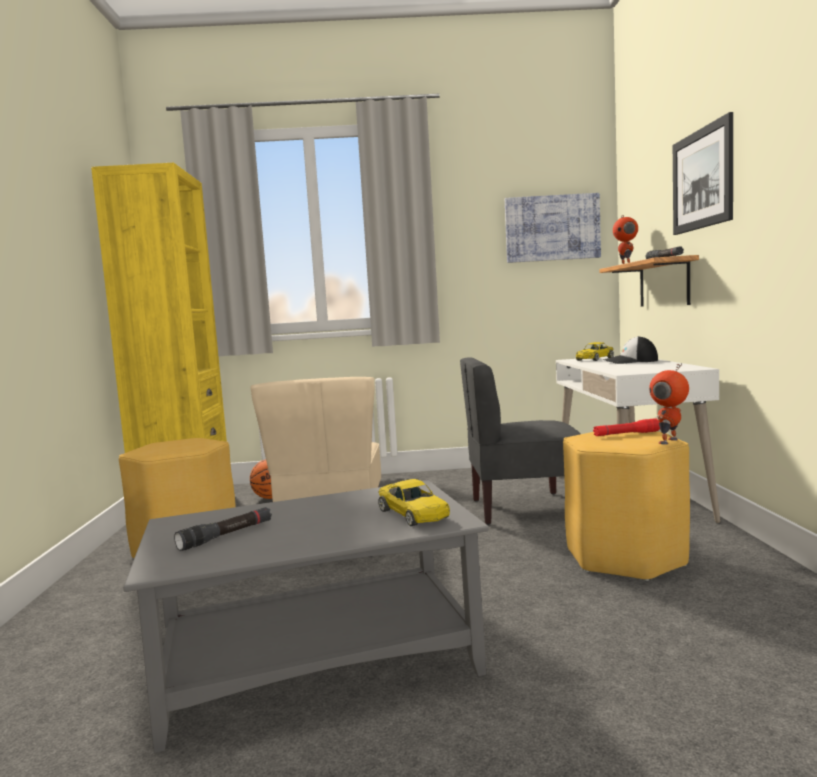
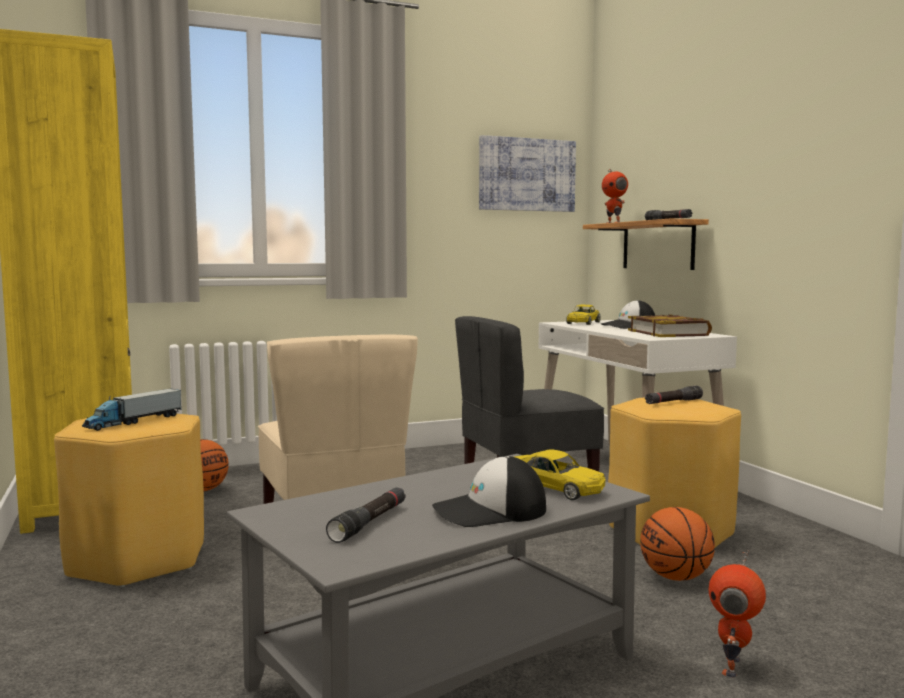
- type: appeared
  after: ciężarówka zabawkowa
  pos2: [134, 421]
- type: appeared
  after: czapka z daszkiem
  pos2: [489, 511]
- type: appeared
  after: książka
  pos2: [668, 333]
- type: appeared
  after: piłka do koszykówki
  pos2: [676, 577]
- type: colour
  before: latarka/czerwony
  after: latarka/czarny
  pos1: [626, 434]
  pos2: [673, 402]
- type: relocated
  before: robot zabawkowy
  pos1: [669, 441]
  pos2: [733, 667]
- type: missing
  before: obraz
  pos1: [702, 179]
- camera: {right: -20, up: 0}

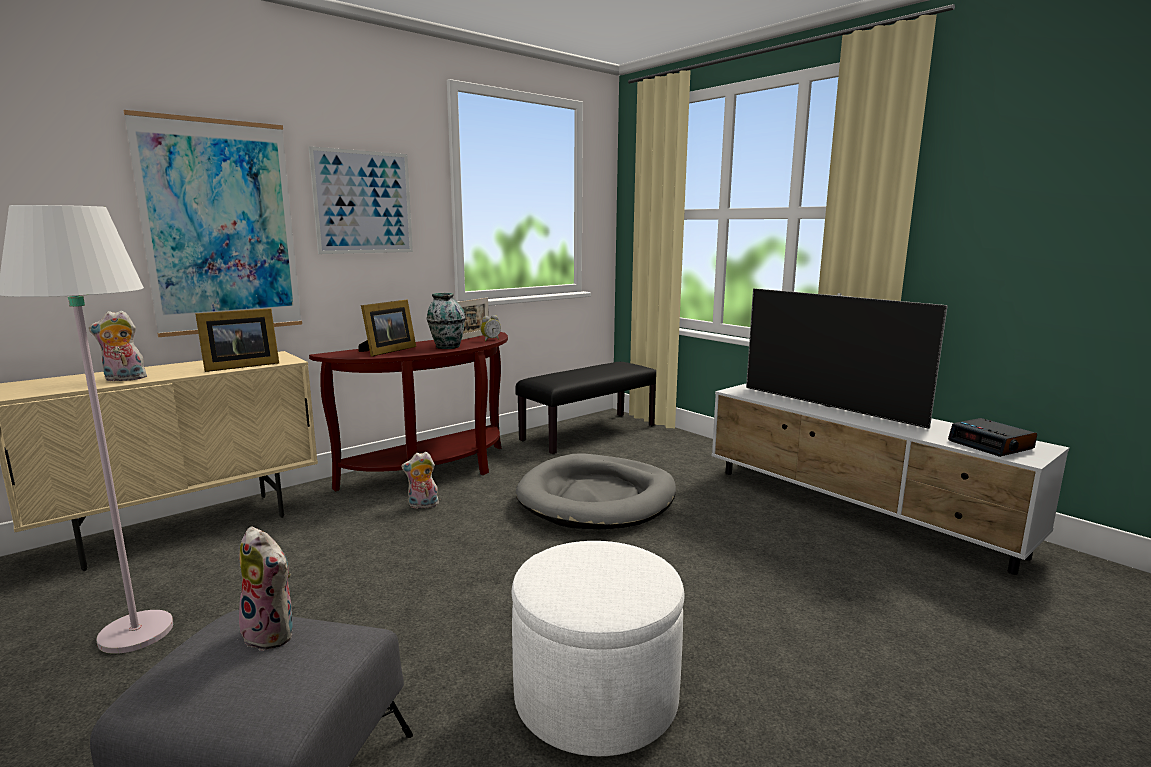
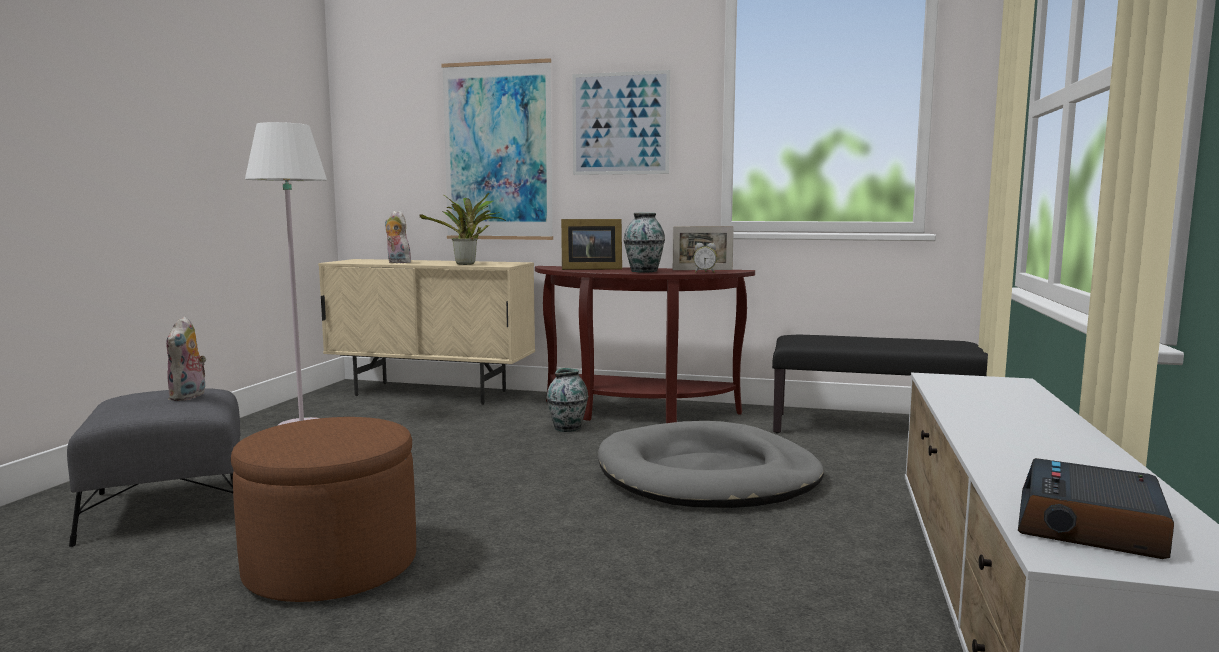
- type: colour
  before: pufa/biały
  after: pufa/brązowy
  pos1: [596, 697]
  pos2: [331, 566]
- type: exchanged
  before: ramka na zdjęcie
  after: roślina doniczkowa
  pos1: [238, 366]
  pos2: [467, 264]
- type: exchanged
  before: pluszak
  after: wazon
  pos1: [422, 506]
  pos2: [568, 428]
- type: missing
  before: telewizor
  pos1: [828, 406]
- camera: {right: 55, up: -5}

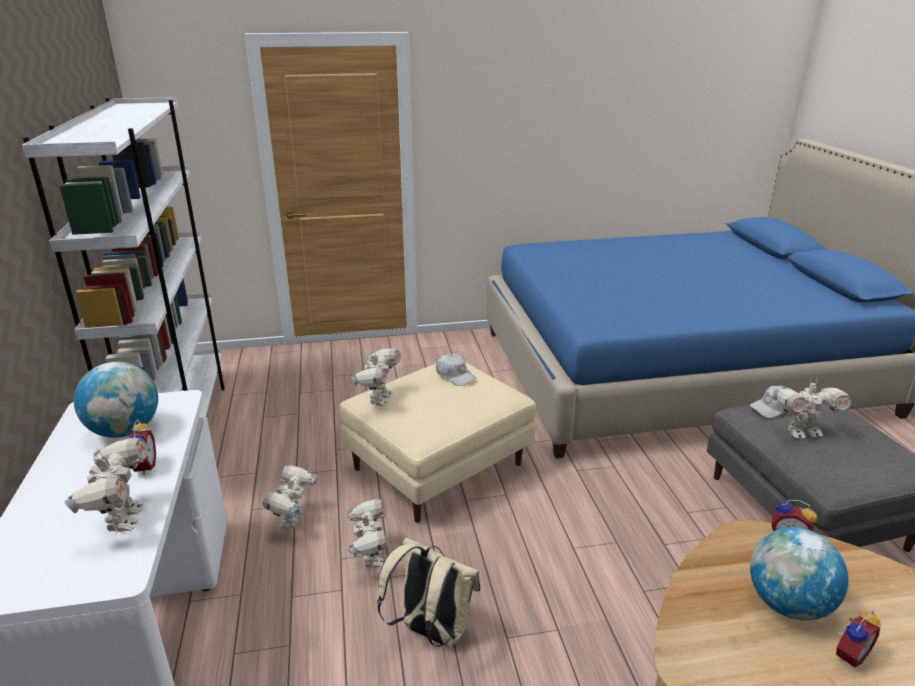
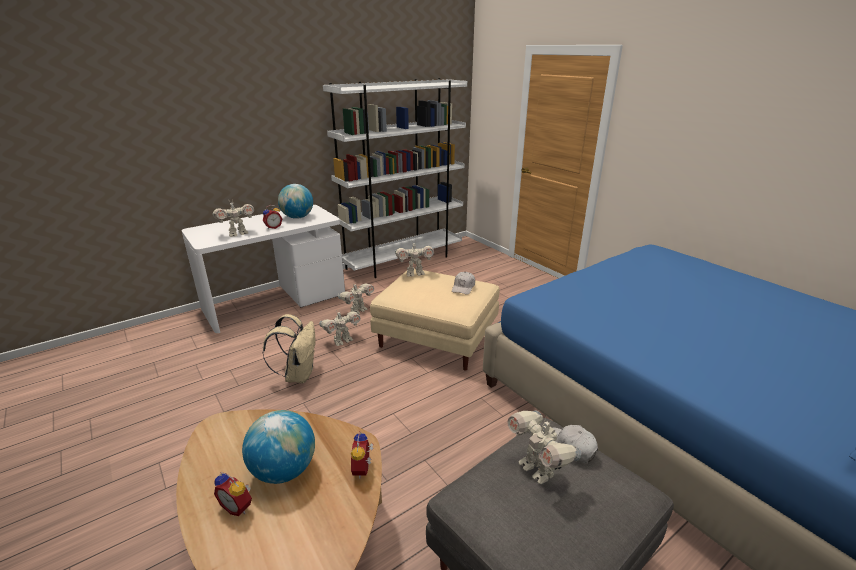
- type: spun
  before: robot zabawkowy
  pos1: [294, 520]
  pos2: [357, 311]
  turn: 150
- camera: {right: 65, up: 0}

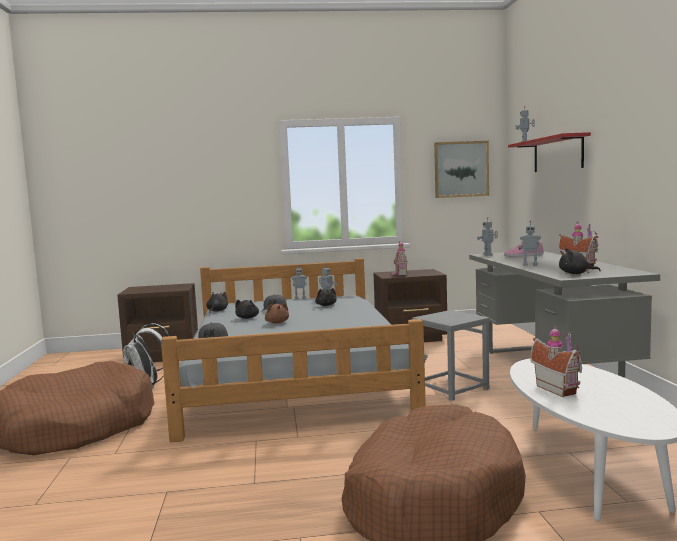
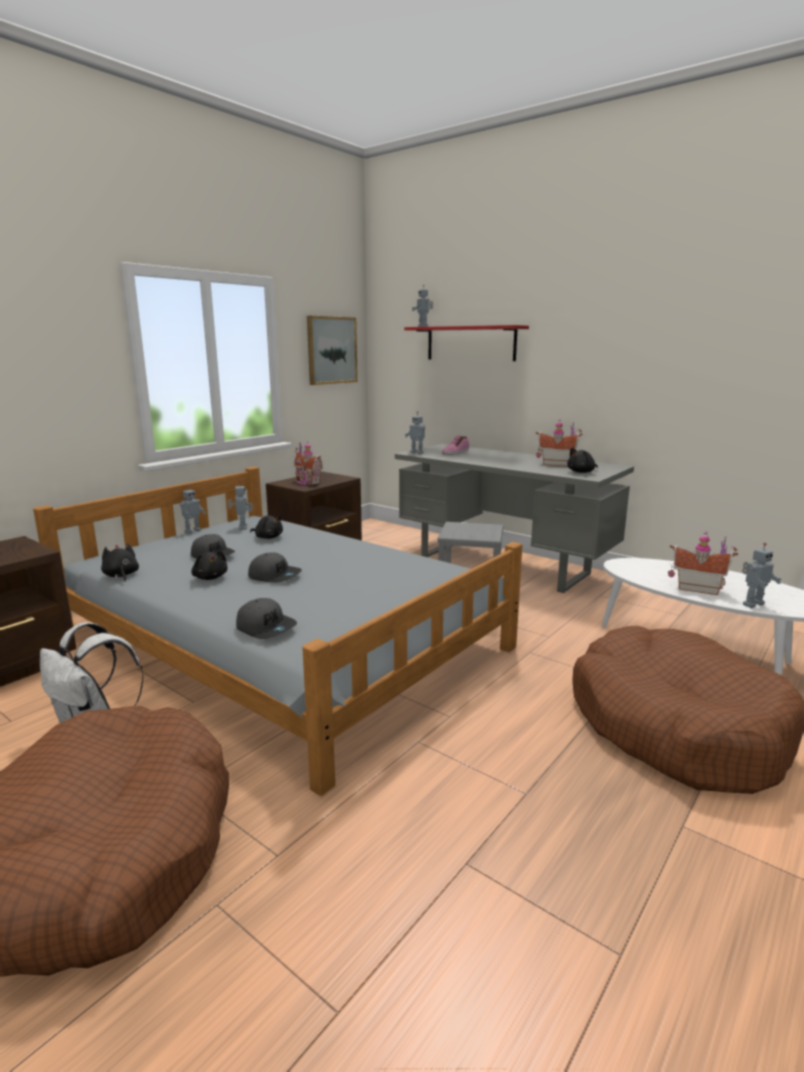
- type: exchanged
  before: pluszak/brązowy
  after: czapka z daszkiem/szary
  pos1: [277, 322]
  pos2: [275, 576]
- type: relocated
  before: robot zabawkowy
  pos1: [530, 264]
  pos2: [752, 604]
- camera: {right: -45, up: 10}

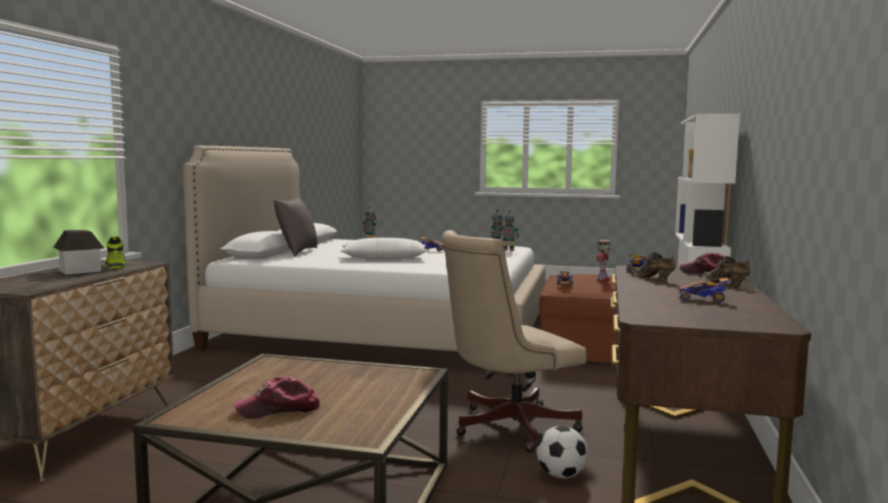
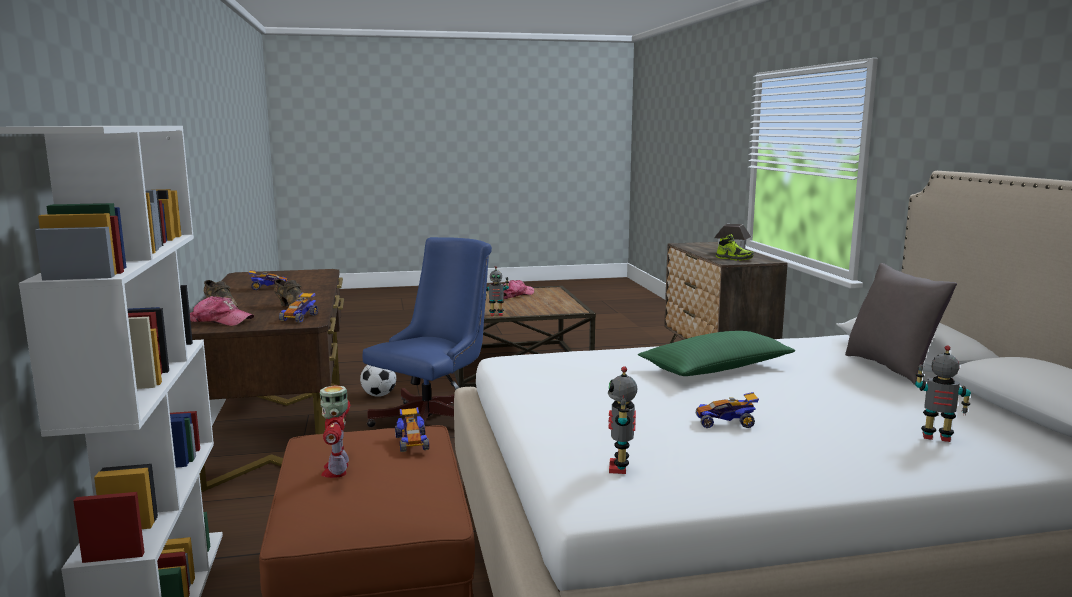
- type: colour
  before: krzesło biurowe/beżowy
  after: krzesło biurowe/niebieski
  pos1: [506, 427]
  pos2: [435, 419]
- type: relocated
  before: robot zabawkowy
  pos1: [508, 250]
  pos2: [496, 314]
- type: colour
  before: poduszka/biały
  after: poduszka/zielony
  pos1: [384, 258]
  pos2: [716, 369]
- camera: {right: 155, up: 5}

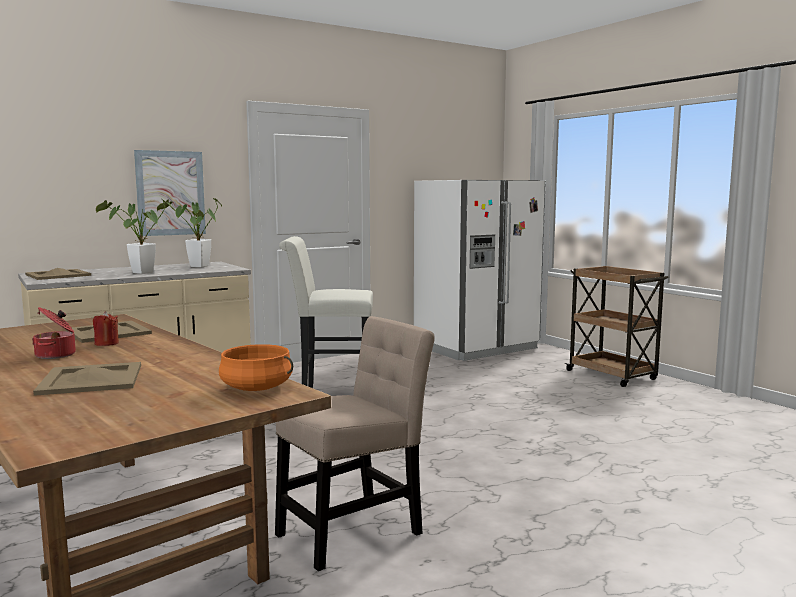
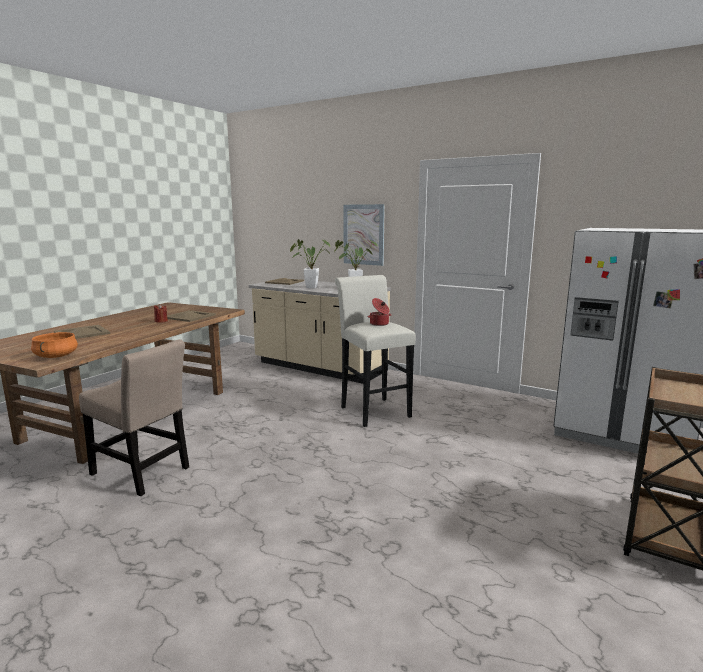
- type: relocated
  before: garnek
  pos1: [57, 355]
  pos2: [379, 324]
- camera: {right: 65, up: 5}

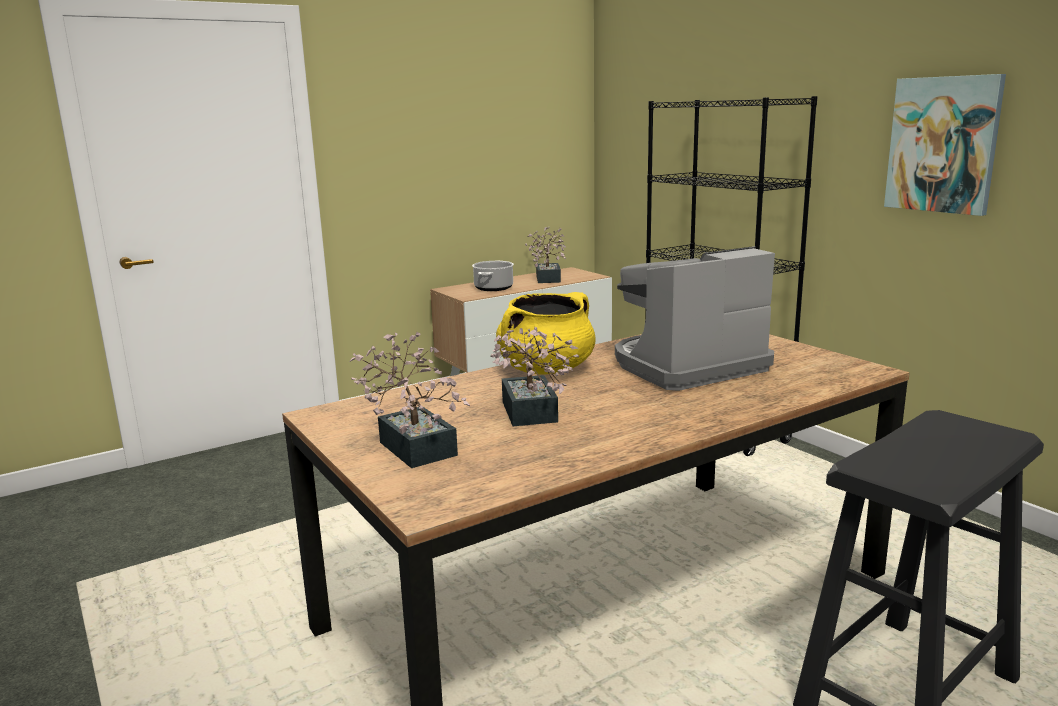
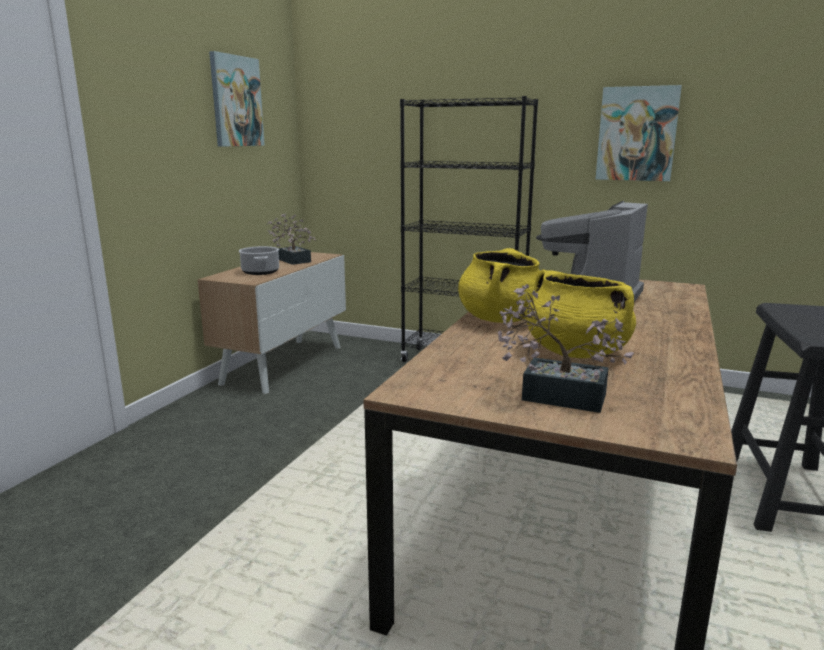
- type: appeared
  after: obraz
  pos2: [236, 101]
- type: exchanged
  before: roślina doniczkowa
  after: garnek/żółty
  pos1: [530, 415]
  pos2: [575, 352]
- camera: {right: -35, up: 0}

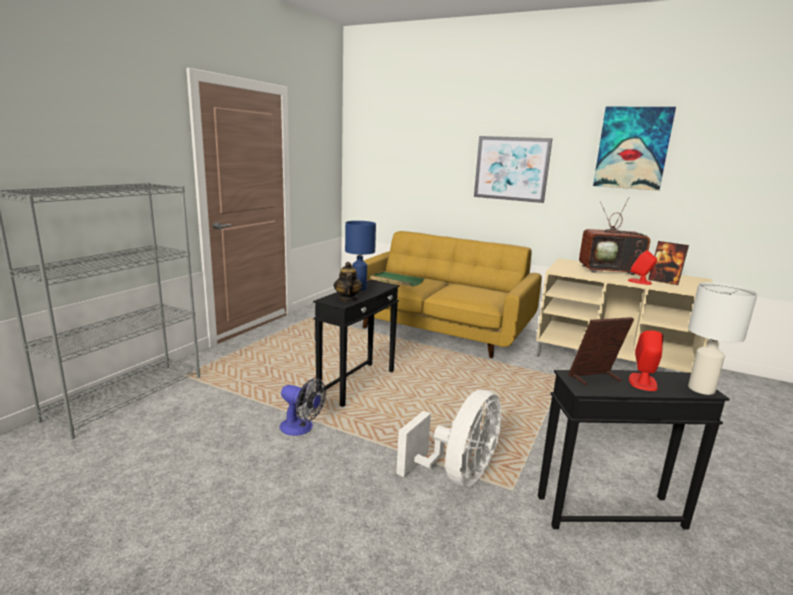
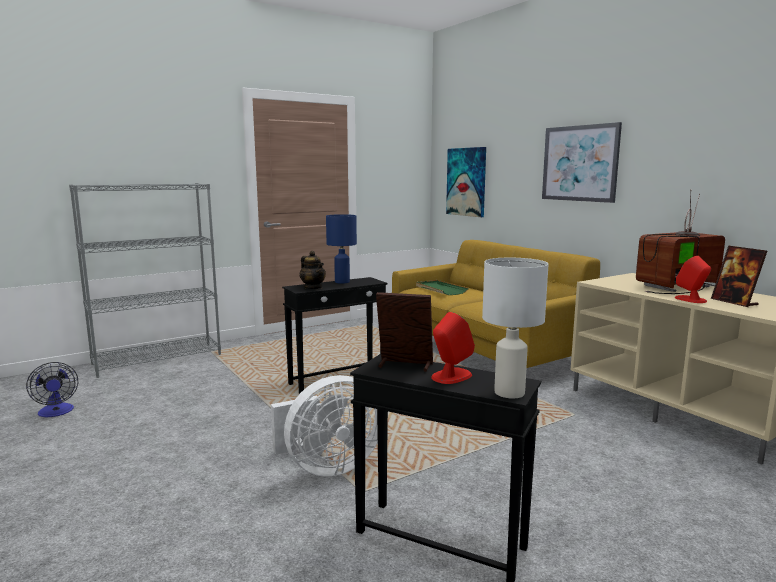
- type: relocated
  before: wentylator
  pos1: [301, 428]
  pos2: [56, 412]
- type: spun
  before: imbryk
  pos1: [347, 299]
  pos2: [313, 288]
  turn: 120
- type: relocated
  before: obraz
  pos1: [632, 148]
  pos2: [466, 182]
- type: spun
  before: telewizor
  pos1: [610, 270]
  pos2: [677, 287]
  turn: 120
- camera: {right: 30, up: -5}

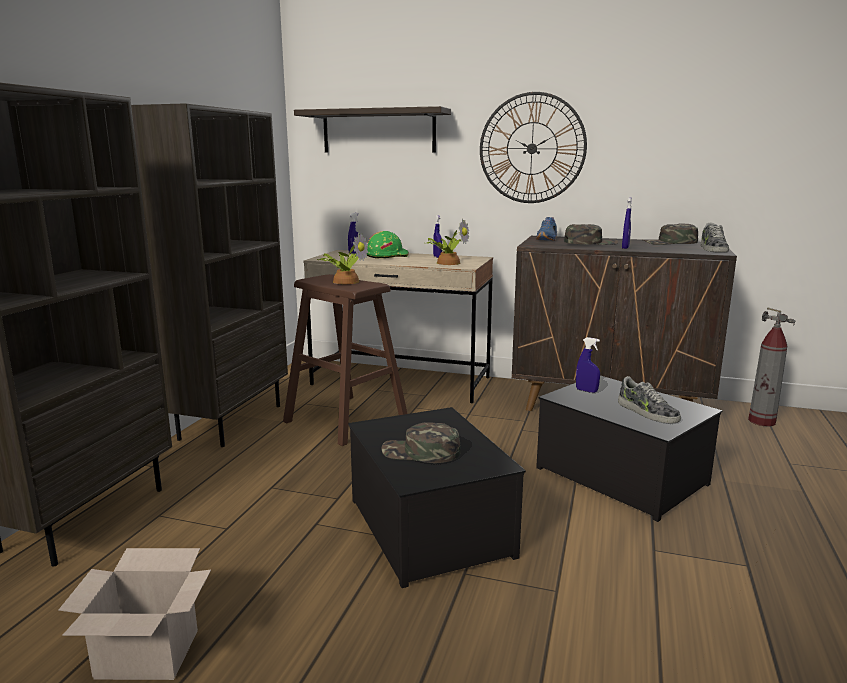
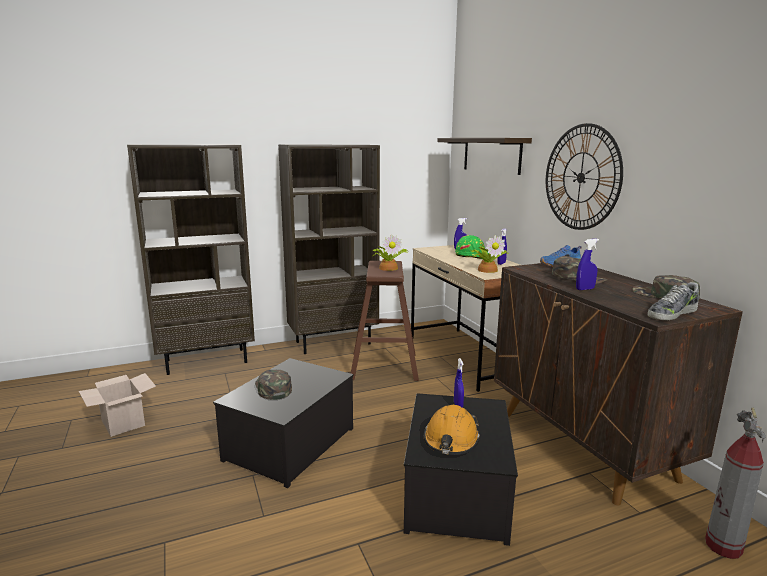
- type: exchanged
  before: but
  after: kask/pomarańczowy
  pos1: [647, 412]
  pos2: [451, 441]
- camera: {right: 50, up: 0}

